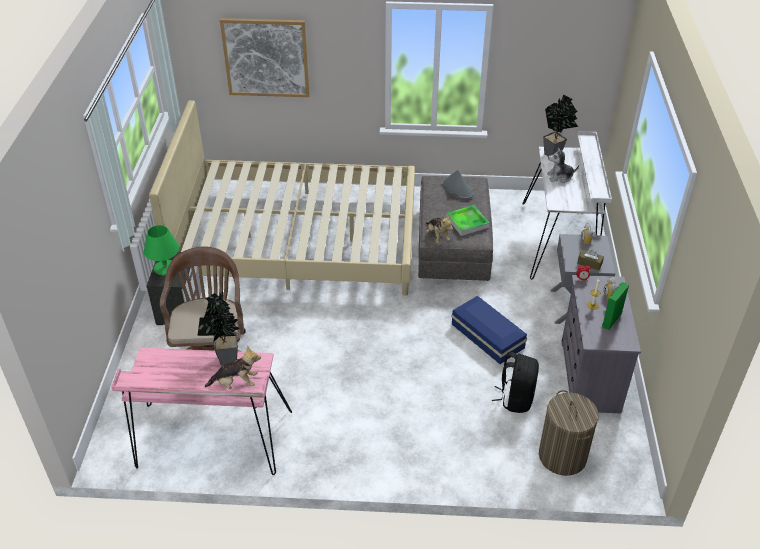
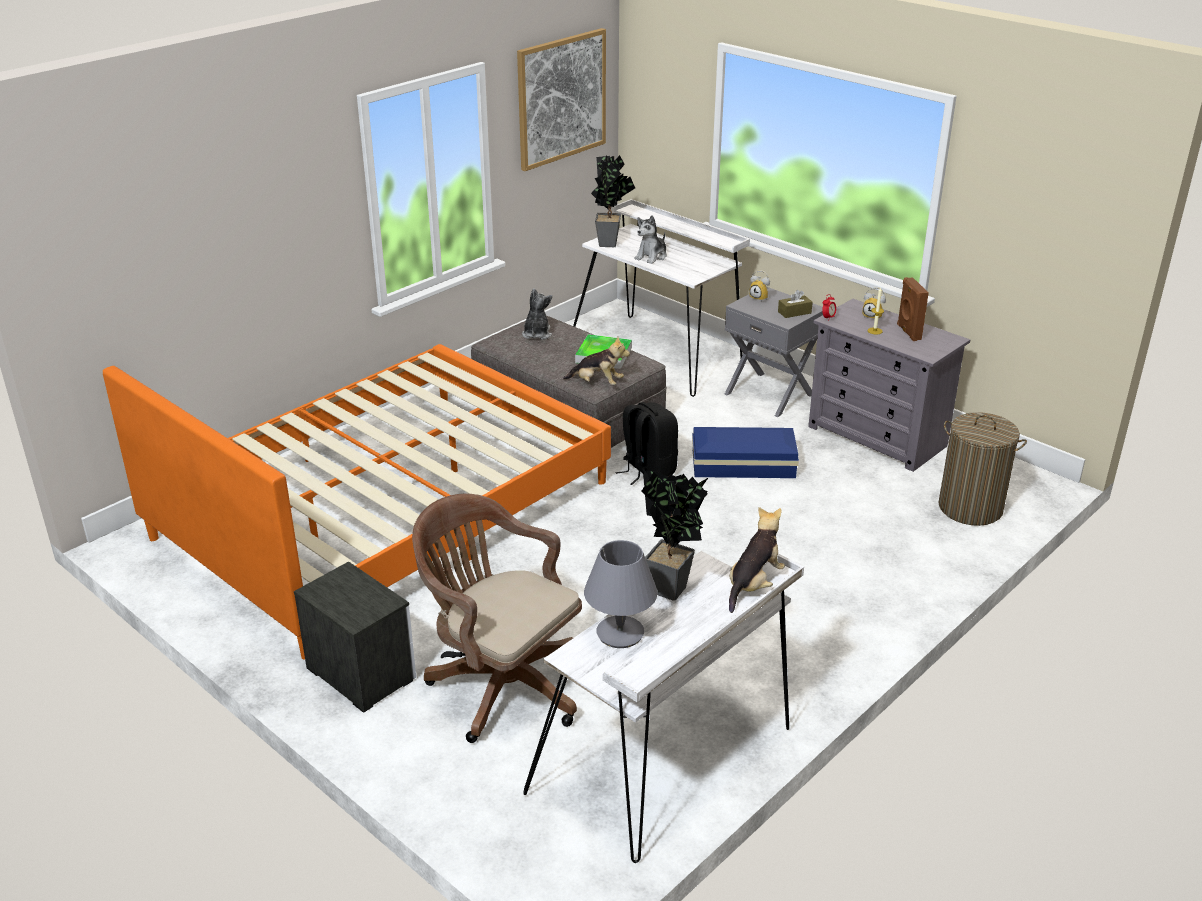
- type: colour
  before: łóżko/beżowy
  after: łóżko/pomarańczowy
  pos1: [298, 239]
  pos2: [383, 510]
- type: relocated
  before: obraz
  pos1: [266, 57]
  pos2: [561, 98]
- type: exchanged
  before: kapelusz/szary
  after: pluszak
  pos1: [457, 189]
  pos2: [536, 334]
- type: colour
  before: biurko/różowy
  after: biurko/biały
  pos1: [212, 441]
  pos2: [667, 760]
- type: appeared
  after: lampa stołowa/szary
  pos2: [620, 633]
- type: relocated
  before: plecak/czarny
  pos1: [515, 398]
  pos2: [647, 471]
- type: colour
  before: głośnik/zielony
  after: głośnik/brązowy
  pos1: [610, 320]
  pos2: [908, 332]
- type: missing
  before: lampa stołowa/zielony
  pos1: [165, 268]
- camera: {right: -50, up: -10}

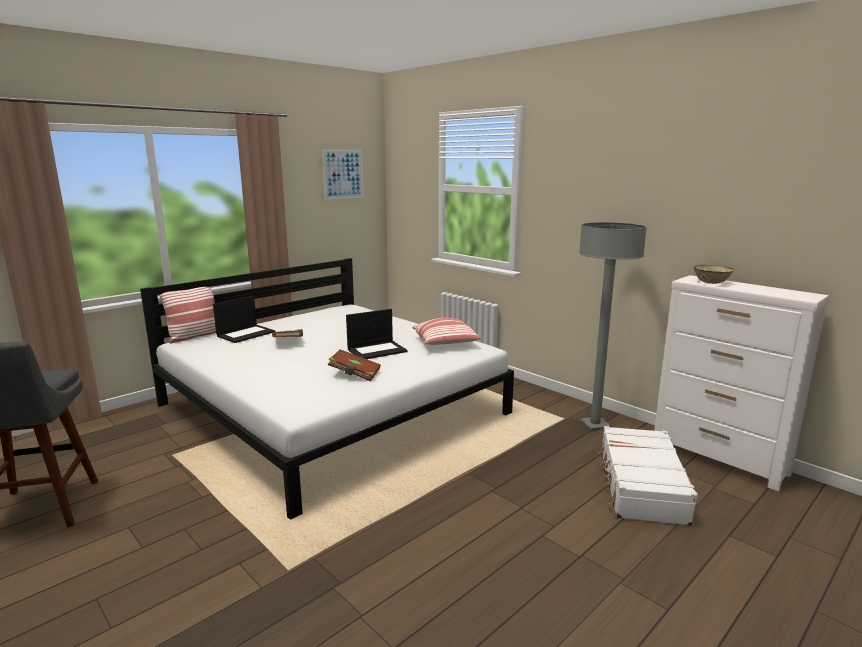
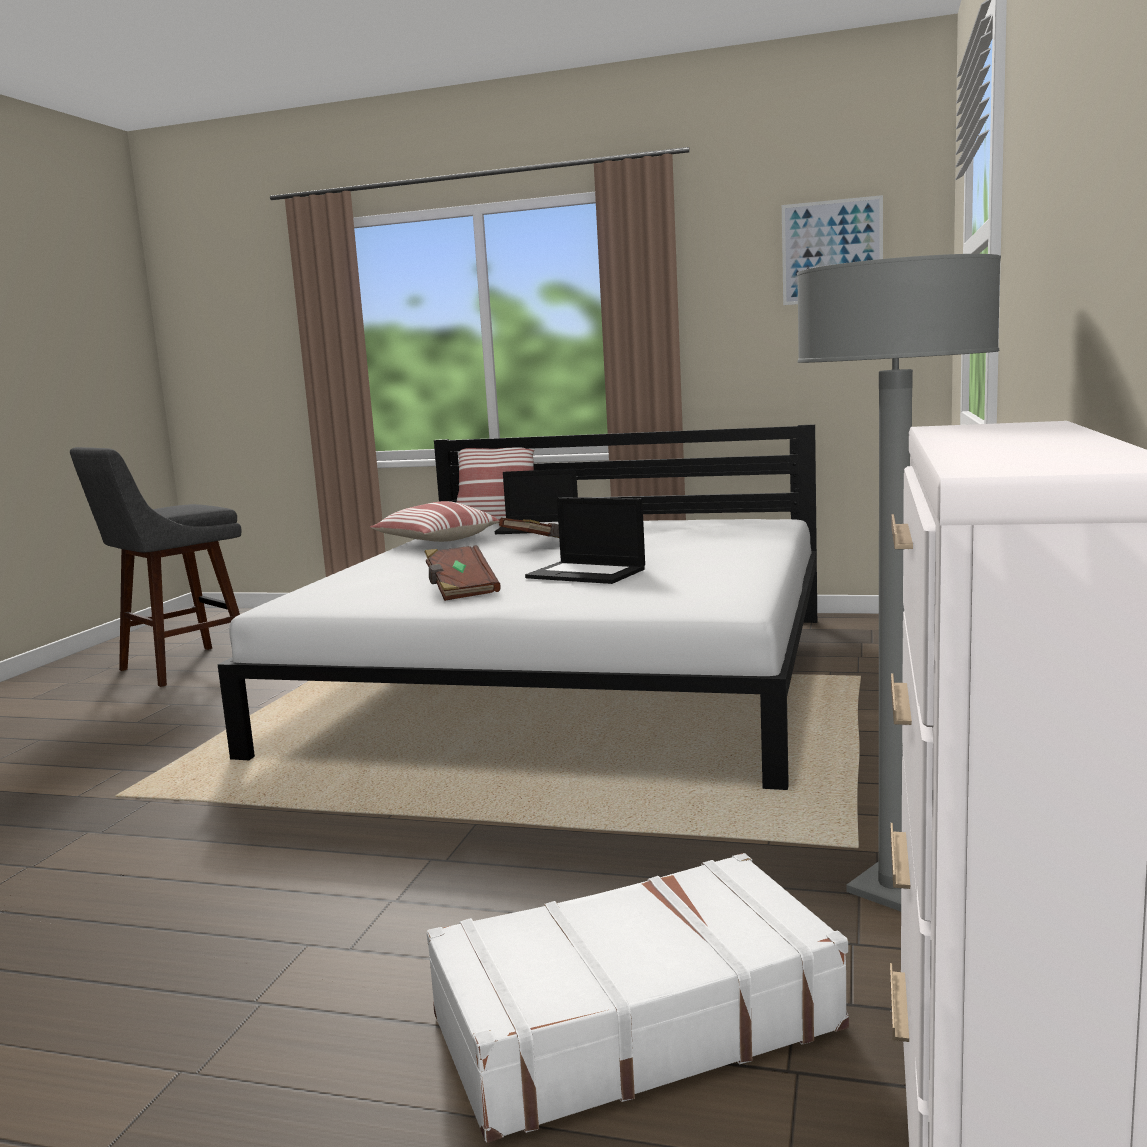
- type: relocated
  before: poduszka
  pos1: [446, 343]
  pos2: [435, 542]
- type: missing
  before: miska
  pos1: [710, 282]
- camera: {right: 60, up: -5}

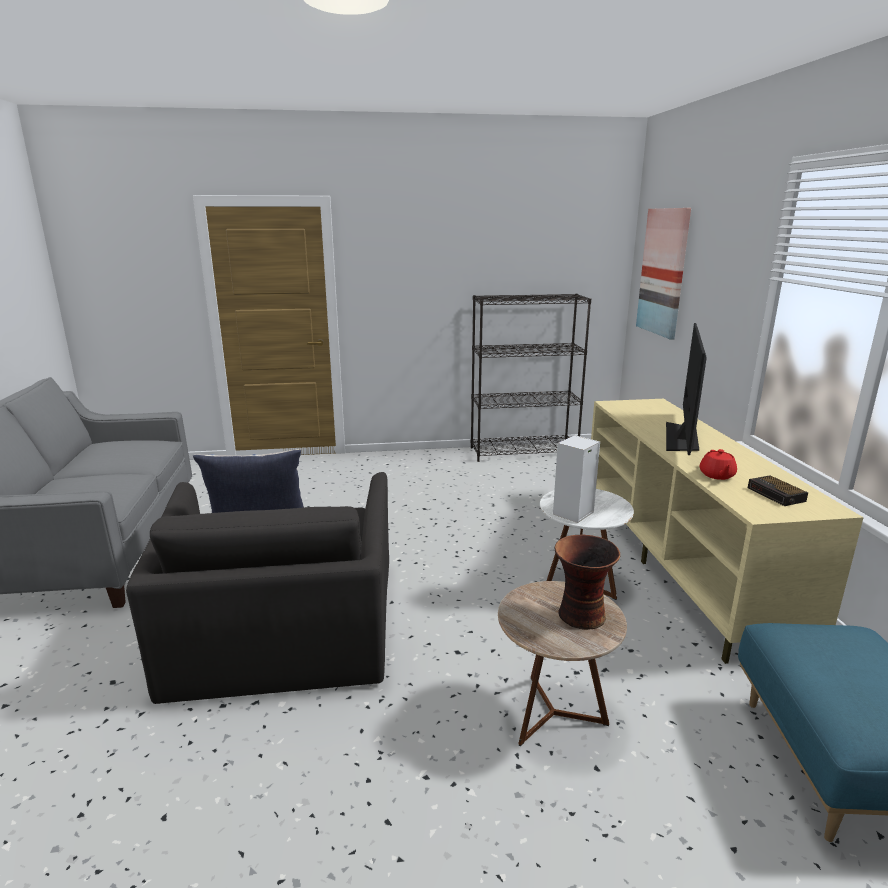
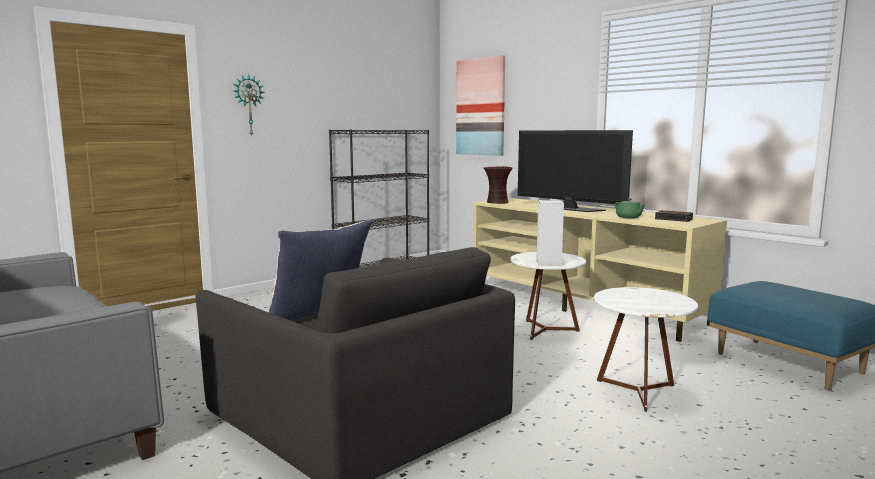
- type: appeared
  after: zegar ścienny
  pos2: [248, 105]
- type: relocated
  before: wazon
  pos1: [580, 616]
  pos2: [497, 202]
- type: spun
  before: telewizor
  pos1: [681, 437]
  pos2: [569, 208]
  turn: 150
- type: colour
  before: stolik/brązowy
  after: stolik/biały
  pos1: [553, 715]
  pos2: [638, 392]
- type: colour
  before: imbryk/czerwony
  after: imbryk/zielony
  pos1: [716, 475]
  pos2: [628, 217]
- camera: {right: -35, up: -10}

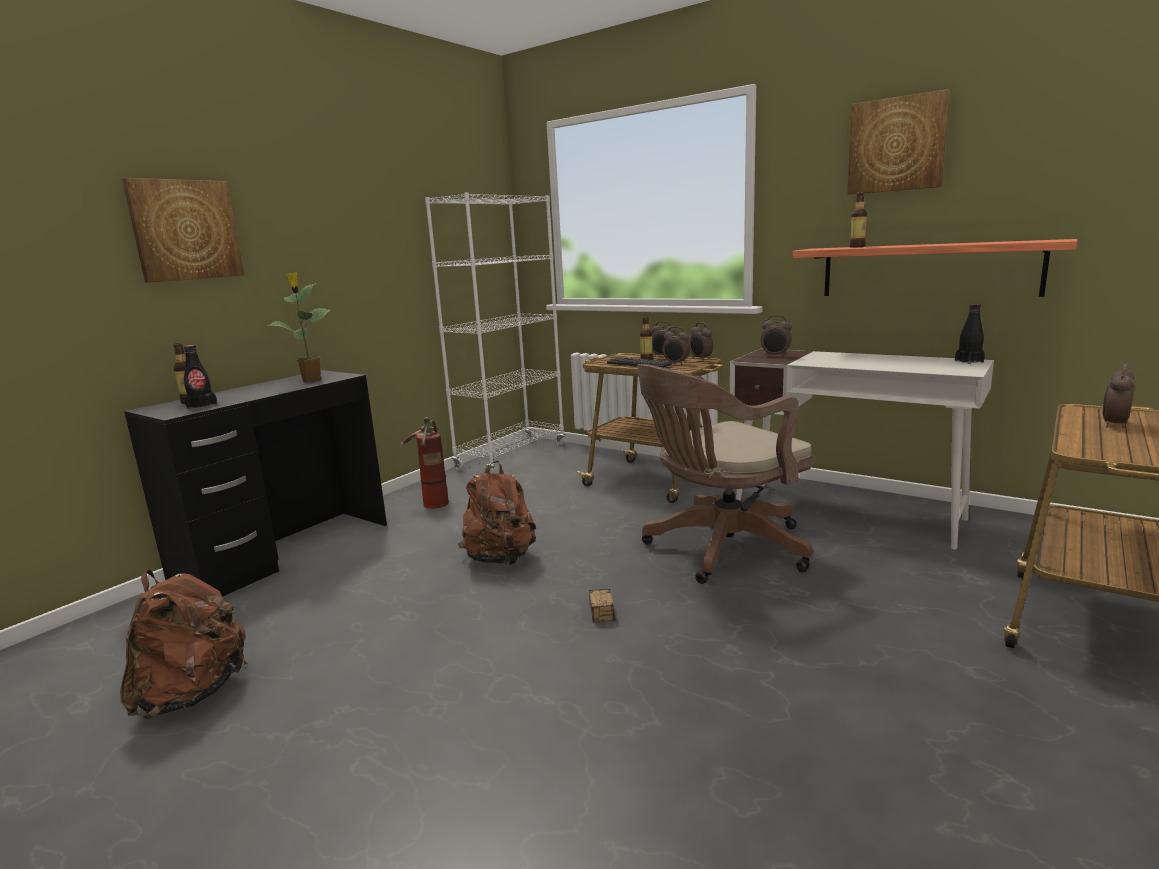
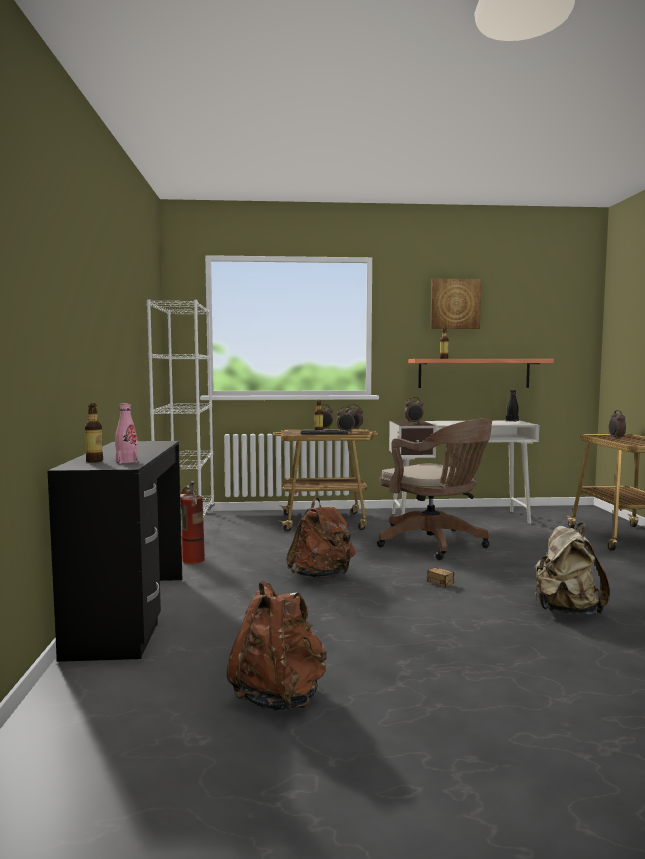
- type: colour
  before: butelka/czarny
  after: butelka/różowy
  pos1: [202, 406]
  pos2: [127, 461]
- type: spun
  before: krzesło biurowe/brązowy
  pos1: [720, 549]
  pos2: [435, 544]
  turn: -60
- type: appeared
  after: plecak/beżowy
  pos2: [566, 611]
- type: missing
  before: obraz
  pos1: [185, 230]
- type: missing
  before: roślina doniczkowa
  pos1: [311, 381]
- camera: {right: -40, up: -10}

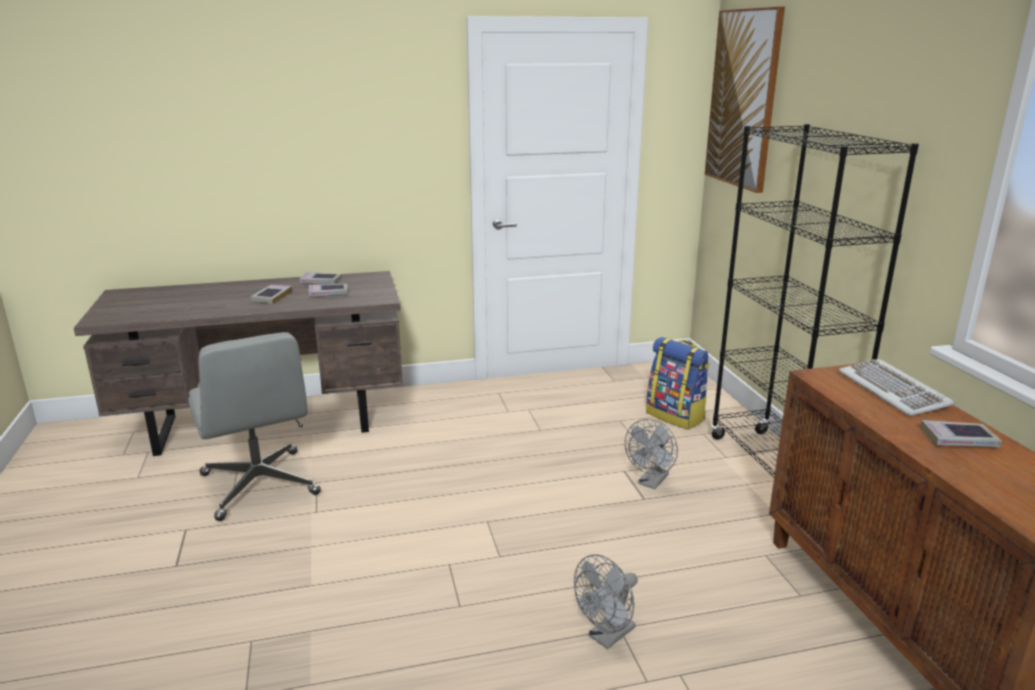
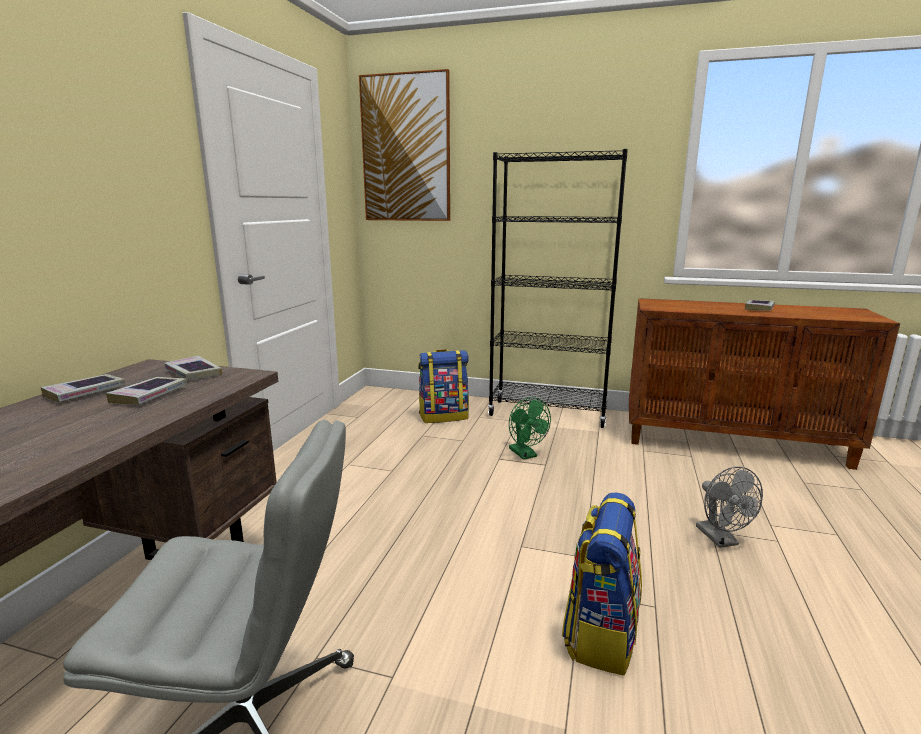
- type: relocated
  before: książka
  pos1: [272, 297]
  pos2: [193, 373]
- type: colour
  before: wentylator/szary
  after: wentylator/zielony
  pos1: [651, 482]
  pos2: [525, 455]
- type: appeared
  after: plecak
  pos2: [600, 633]
- type: missing
  before: klawiatura
  pos1: [893, 391]
- camera: {right: -60, up: -5}

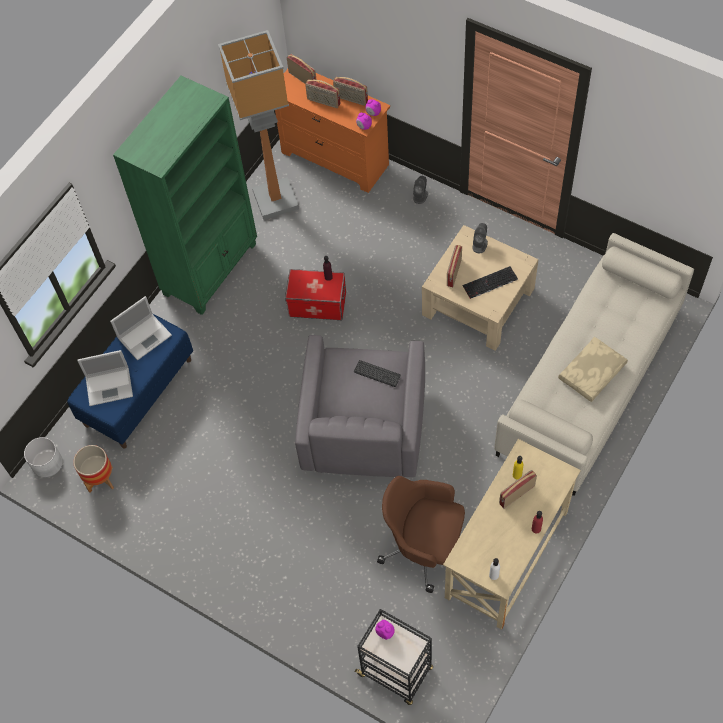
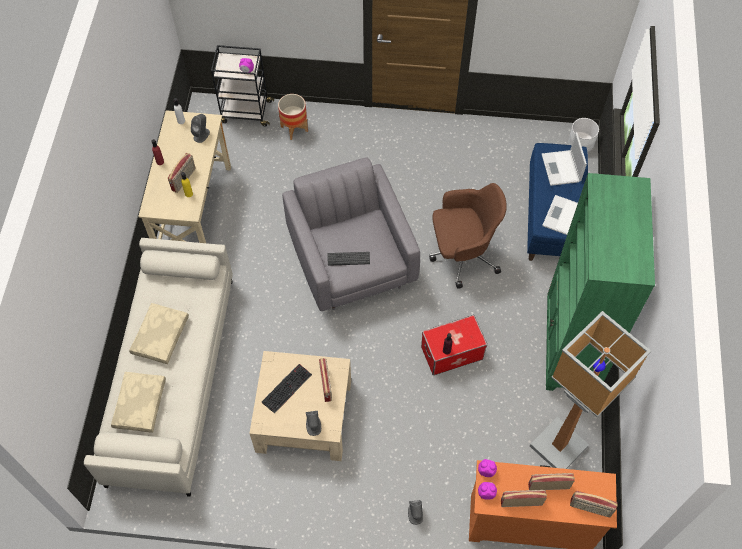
- type: appeared
  after: poduszka/beżowy
  pos2: [139, 404]
- type: appeared
  after: głośnik/szary
  pos2: [201, 135]
- type: relocated
  before: donica
  pos1: [100, 479]
  pos2: [294, 129]
- type: relocated
  before: krzesło biurowe/brązowy
  pos1: [424, 547]
  pos2: [462, 254]
- type: spun
  before: laptop
  pos1: [110, 386]
  pos2: [561, 169]
  turn: -60
- camera: {right: 150, up: 0}

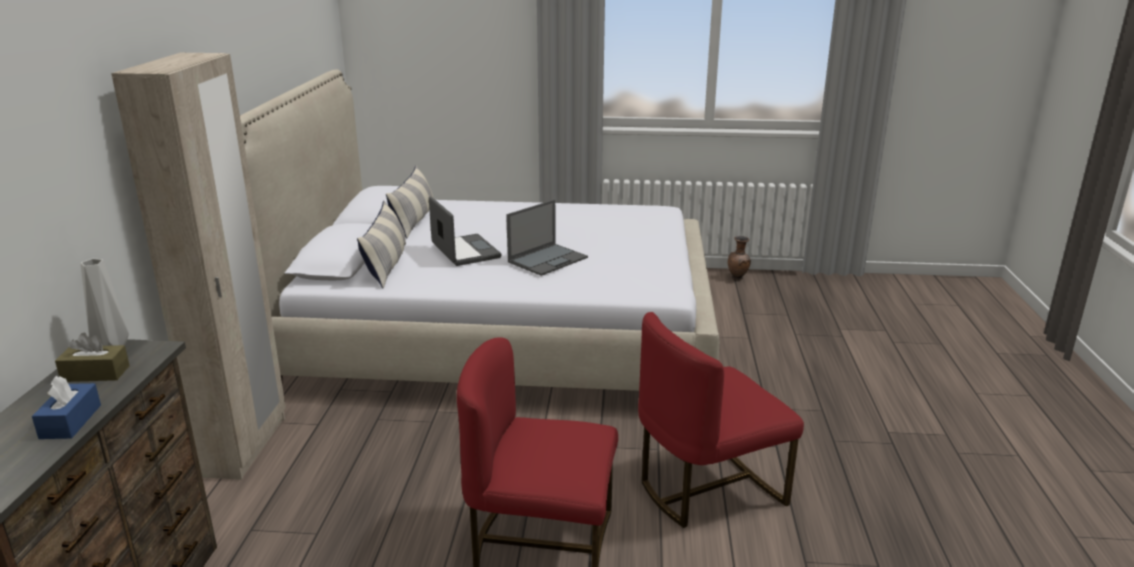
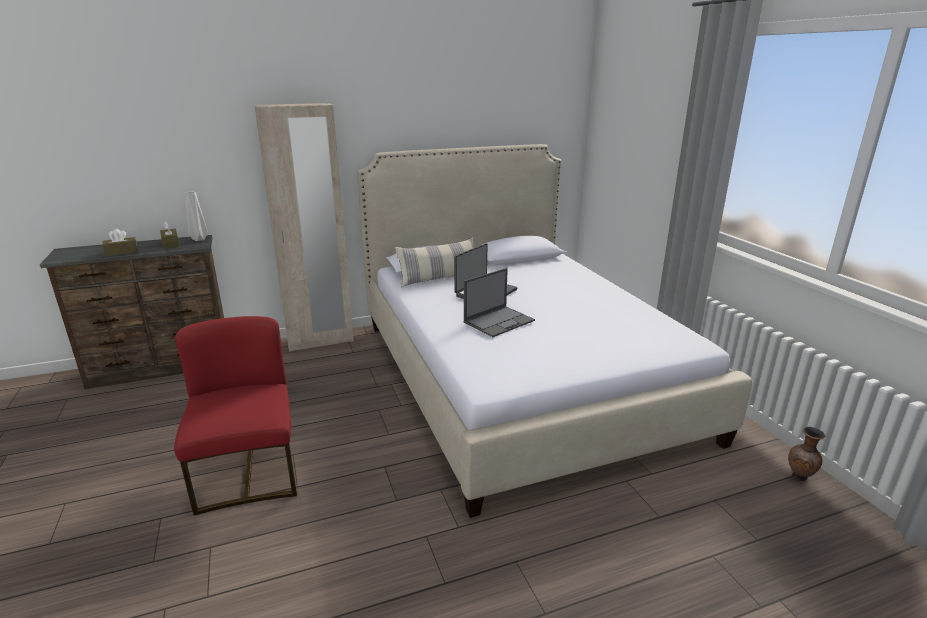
- type: colour
  before: pudełko chusteczek/niebieski
  after: pudełko chusteczek/brązowy
  pos1: [70, 421]
  pos2: [121, 252]
- type: spun
  before: laptop
  pos1: [548, 259]
  pos2: [499, 321]
  turn: -60
- type: missing
  before: poduszka
  pos1: [414, 221]
- type: missing
  before: krzesło/czerwony
  pos1: [707, 488]
- camera: {right: 65, up: 0}

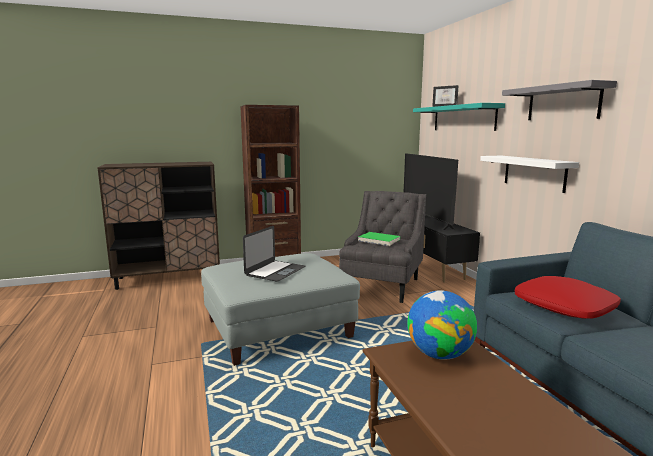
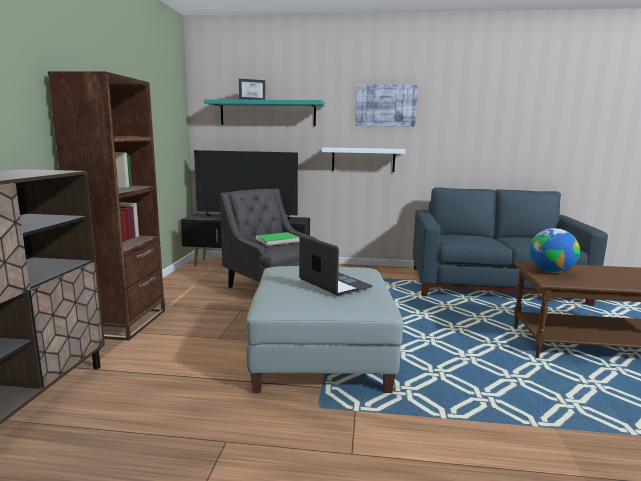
- type: exchanged
  before: półka/szary
  after: obraz
  pos1: [563, 103]
  pos2: [385, 105]
- type: missing
  before: poduszka/czerwony
  pos1: [564, 307]
- camera: {right: -65, up: 0}

